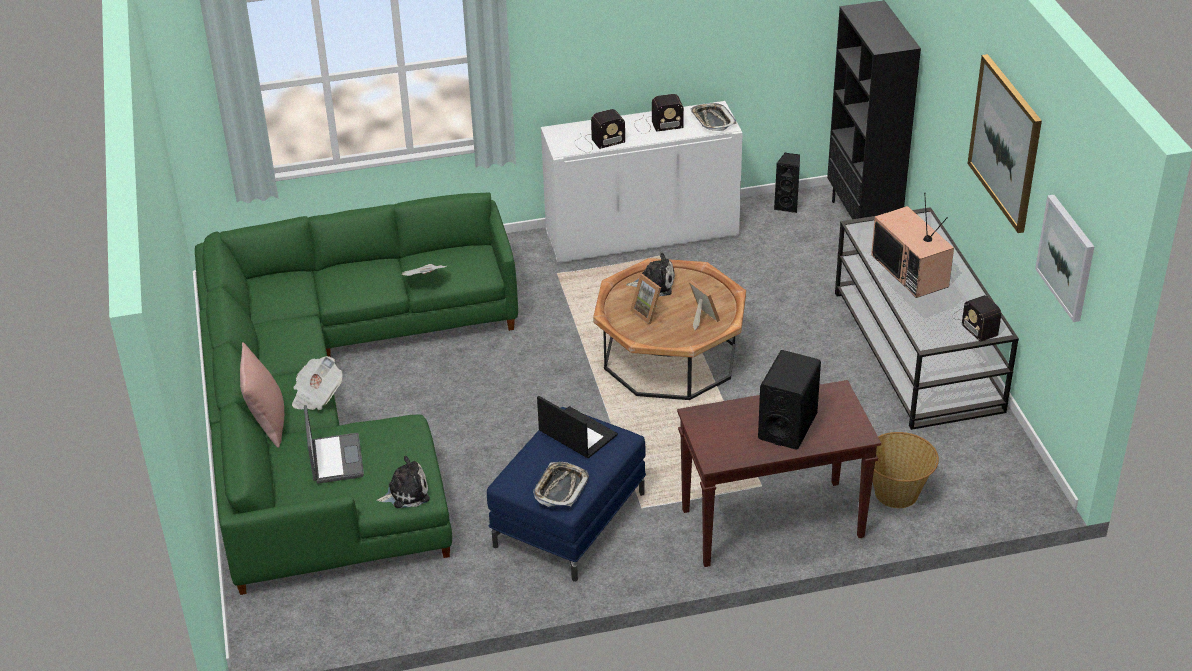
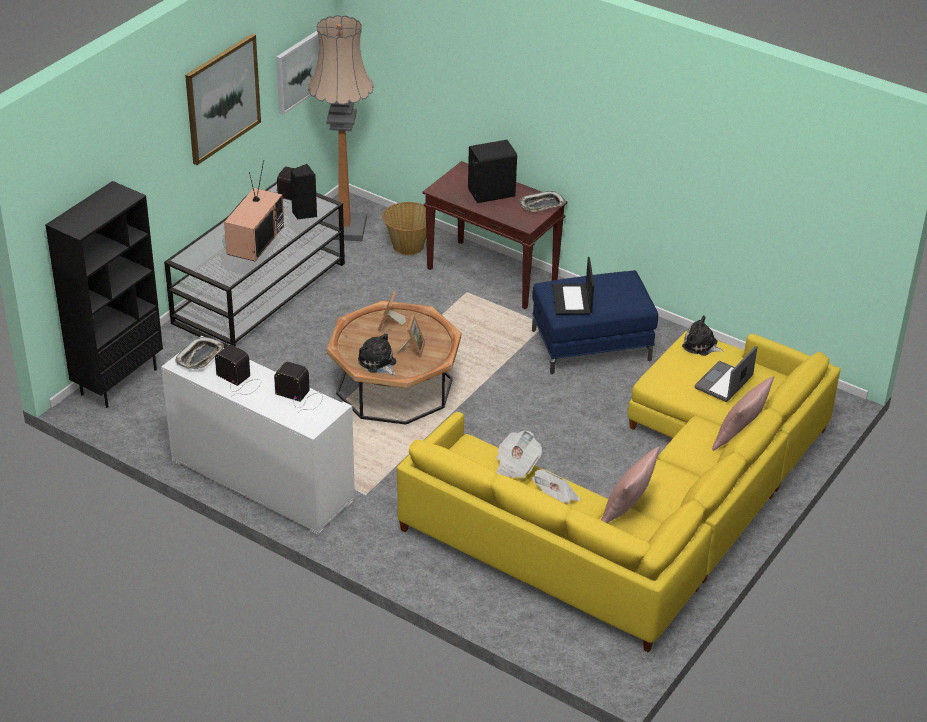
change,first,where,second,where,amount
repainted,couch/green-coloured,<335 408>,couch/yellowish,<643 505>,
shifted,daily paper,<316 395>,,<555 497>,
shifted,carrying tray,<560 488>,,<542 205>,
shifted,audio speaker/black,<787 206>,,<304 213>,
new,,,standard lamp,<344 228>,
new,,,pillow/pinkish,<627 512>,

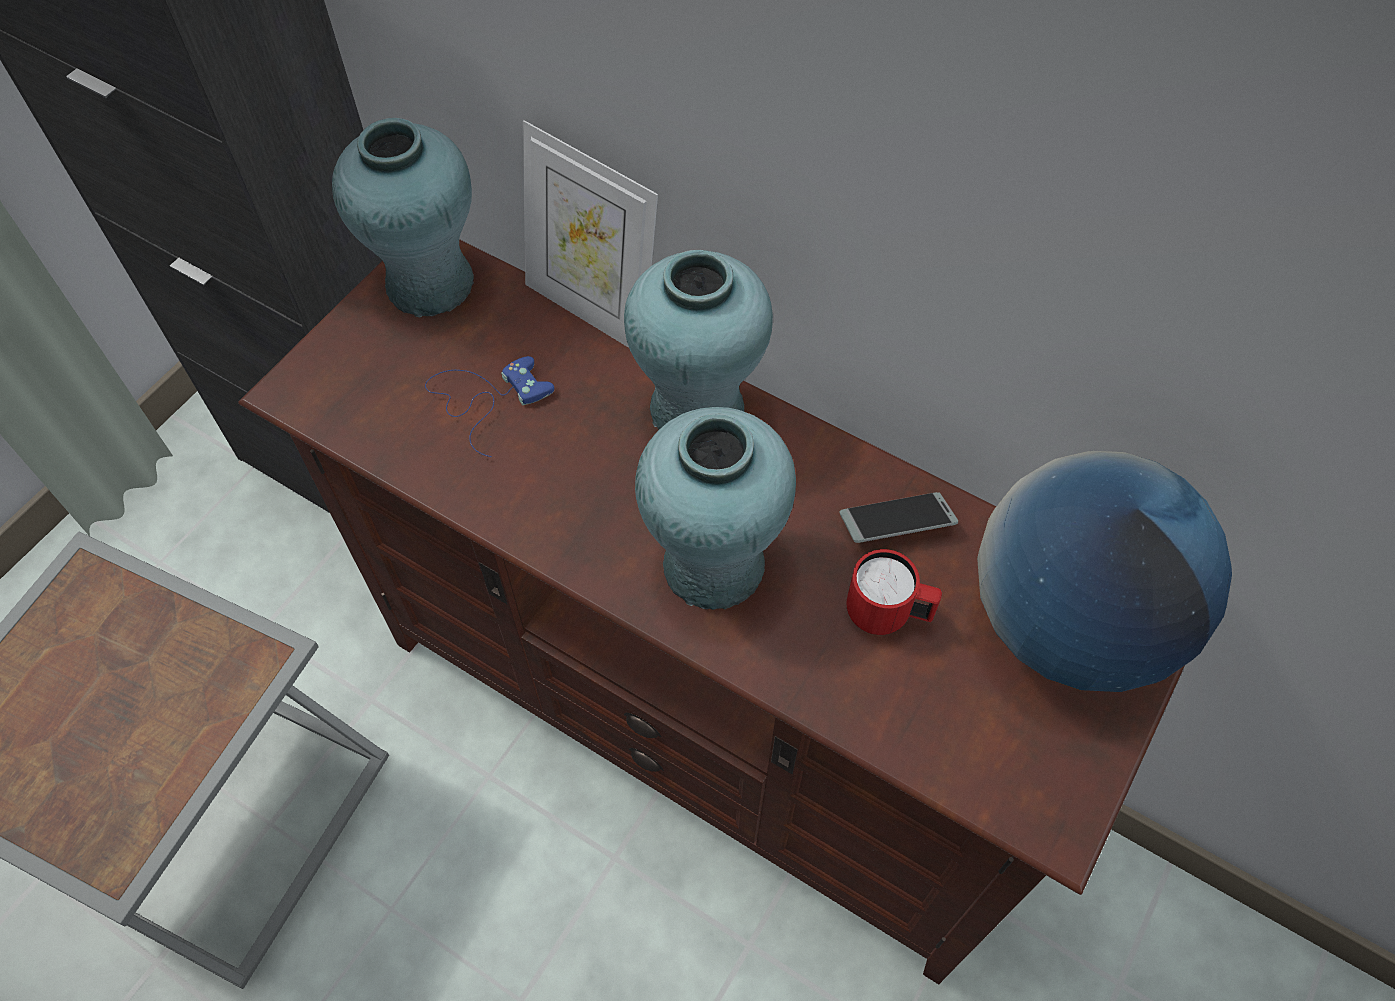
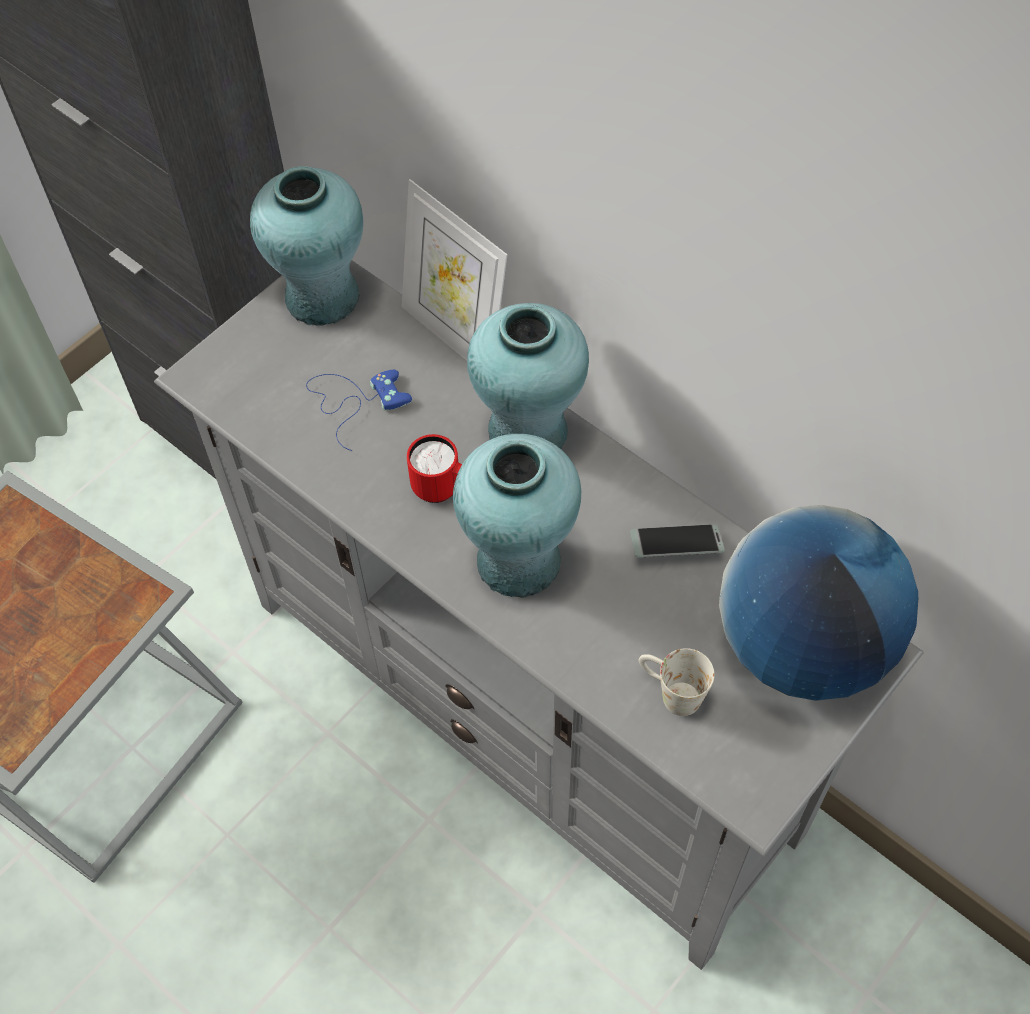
change,first,where,second,where,amount
repainted,tv stand/brown-coloured,<701 725>,tv stand/gray,<524 714>,
shifted,mug/reddish,<887 615>,,<443 490>,
new,,,mug/white-coloured,<670 692>,

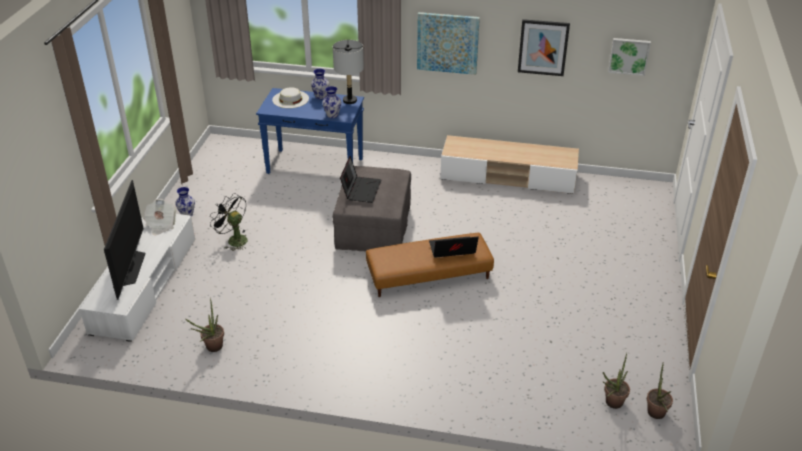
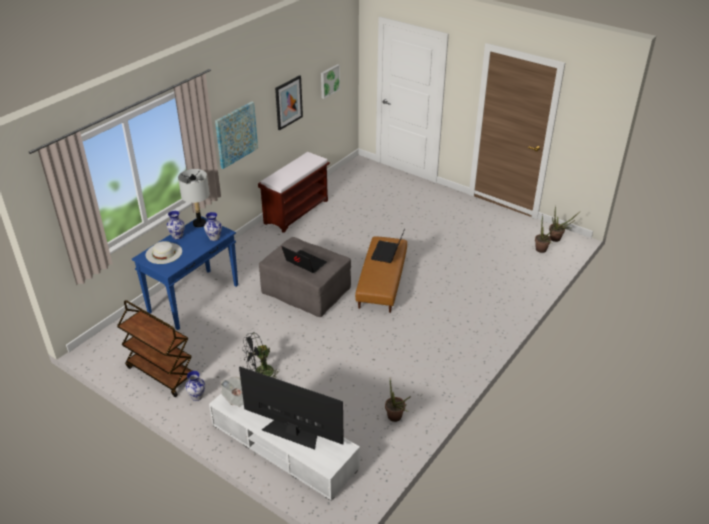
change,first,where,second,where,amount
swapped,tv stand/beige,<508 176>,long seat/brown-coloured,<296 211>,
new,,,wheeled cart/brown-coloured,<161 373>,

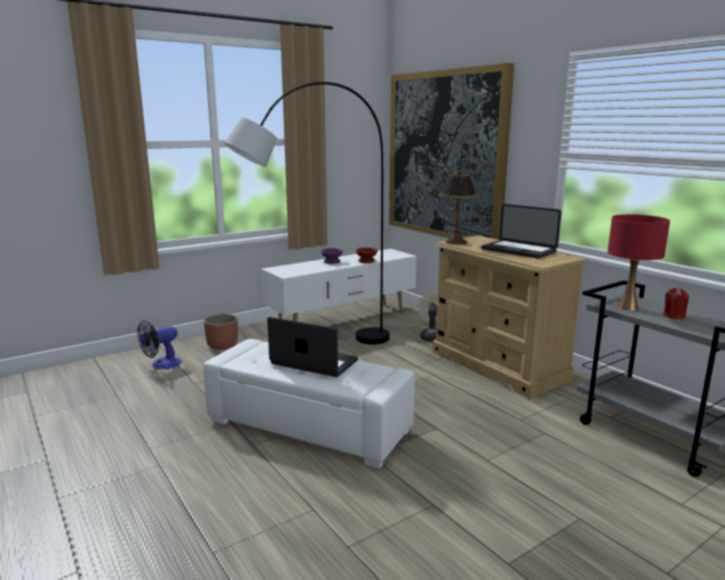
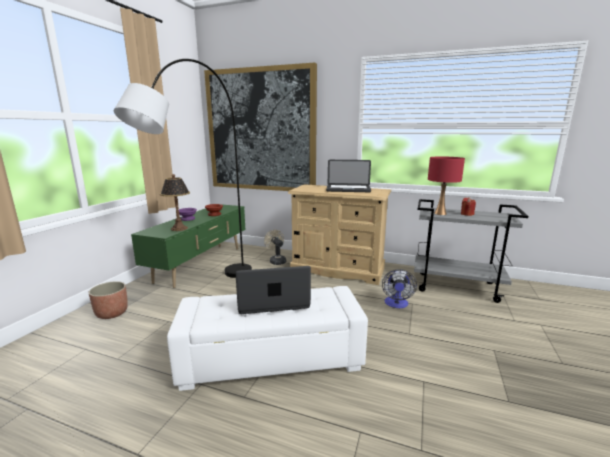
change,first,where,second,where,amount
shifted,electric fan,<161 365>,,<396 304>,
repainted,tv stand/white-coloured,<343 320>,tv stand/green-coloured,<201 264>,
shifted,lamp for a table,<456 242>,,<179 228>,

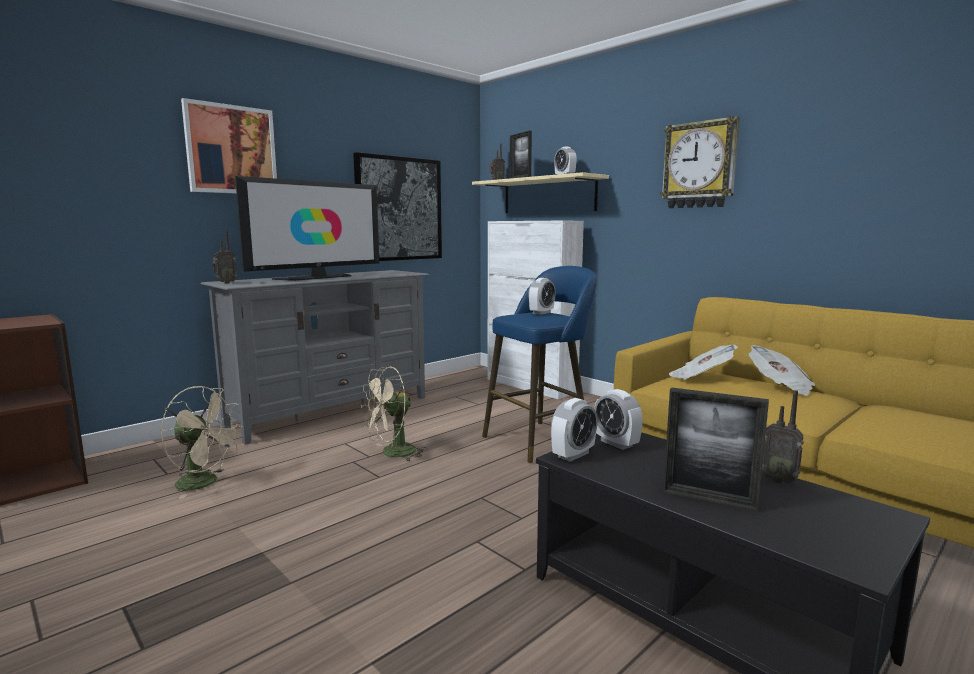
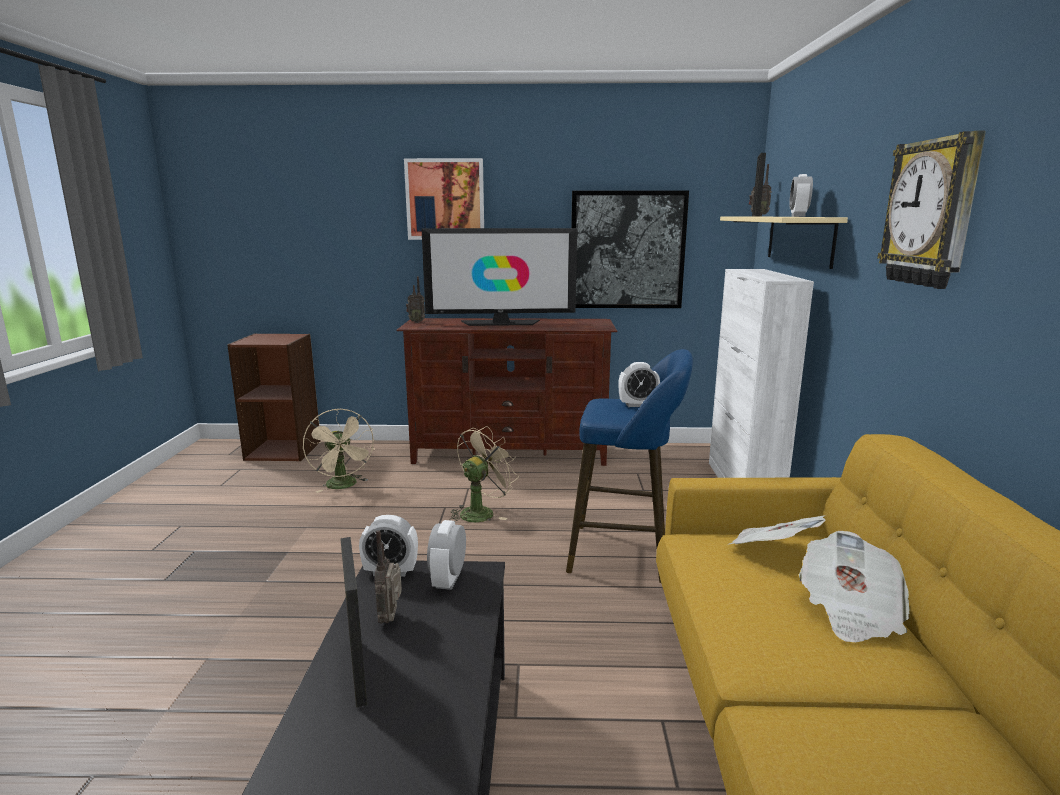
change,first,where,second,where,amount
repainted,tv stand/gray,<331 411>,tv stand/brown-coloured,<510 454>,
rotated,electric fan/beige,<392 453>,,<481 512>,120 degrees clockwise
shifted,radio,<777 480>,,<391 618>,

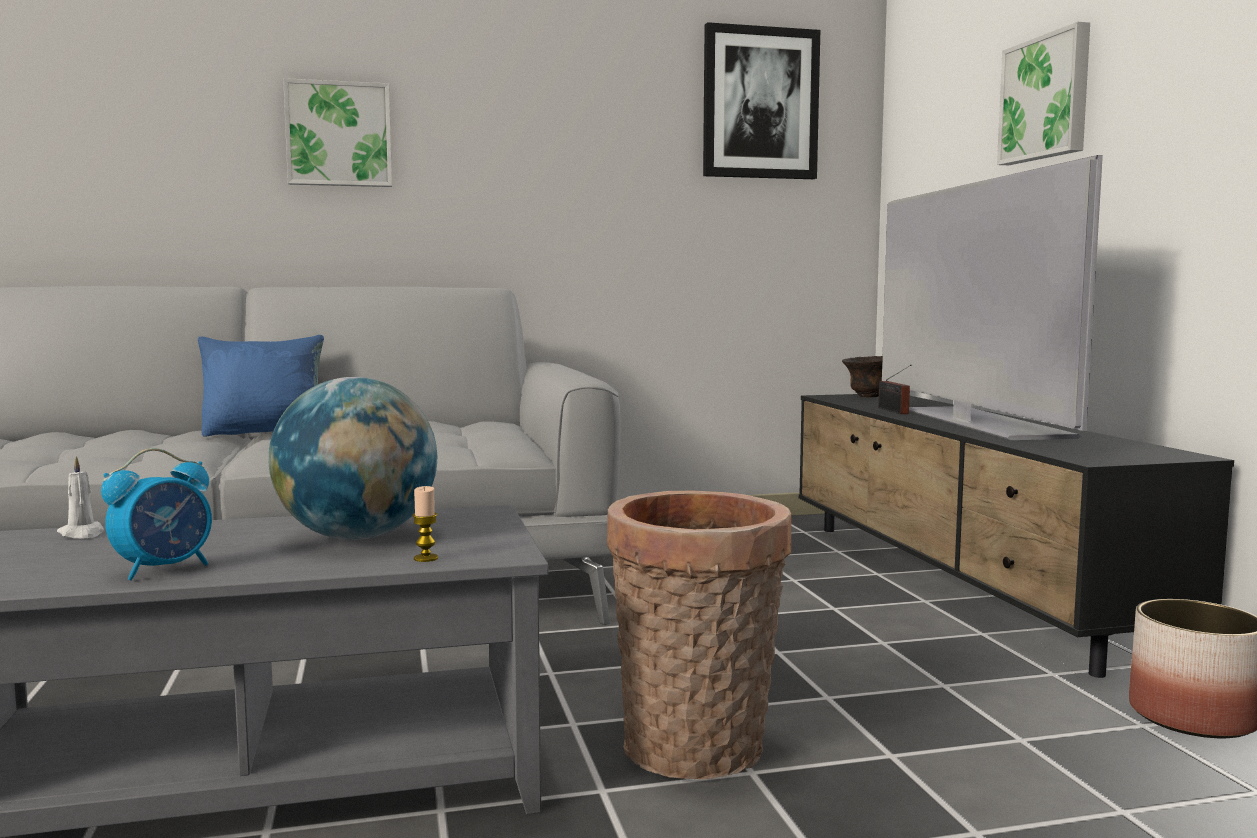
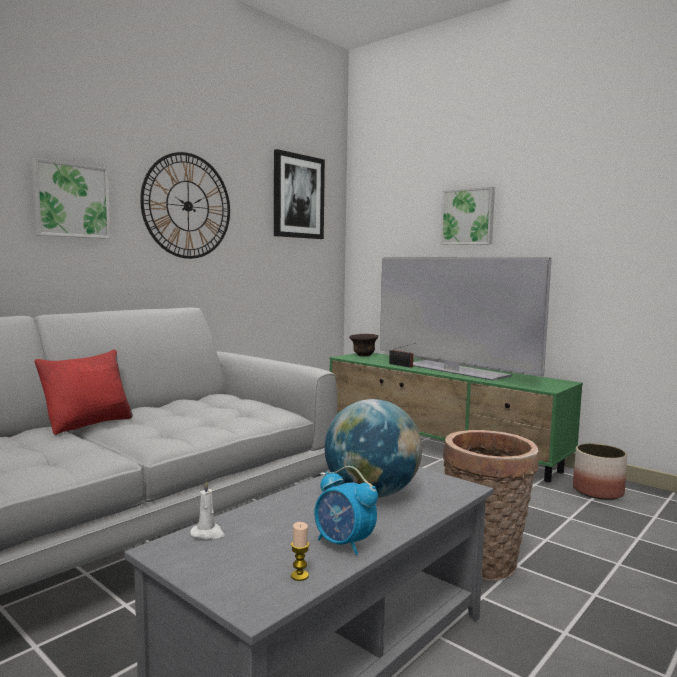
change,first,where,second,where,amount
rotated,table clock,<165 569>,,<344 544>,120 degrees clockwise
repainted,pillow/blue,<266 433>,pillow/reddish,<89 424>,
shifted,wax candle,<426 558>,,<299 576>,
repainted,tv stand/black,<958 585>,tv stand/green-coloured,<440 448>,
new,,,hanging clock,<187 206>,

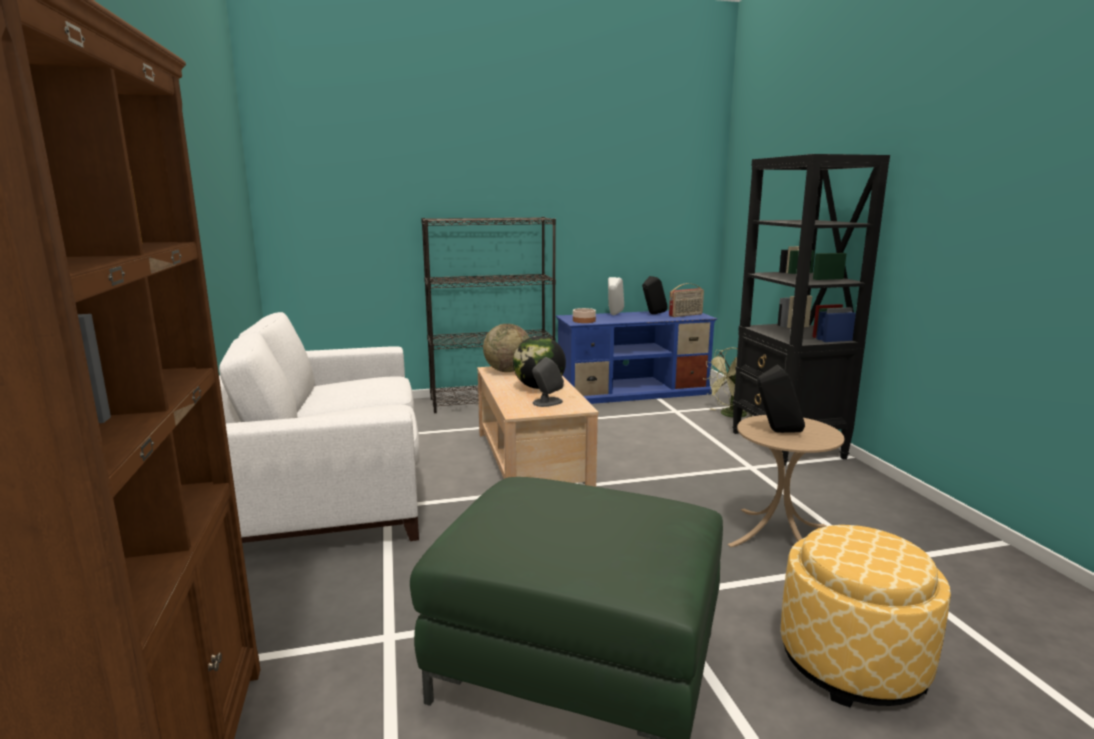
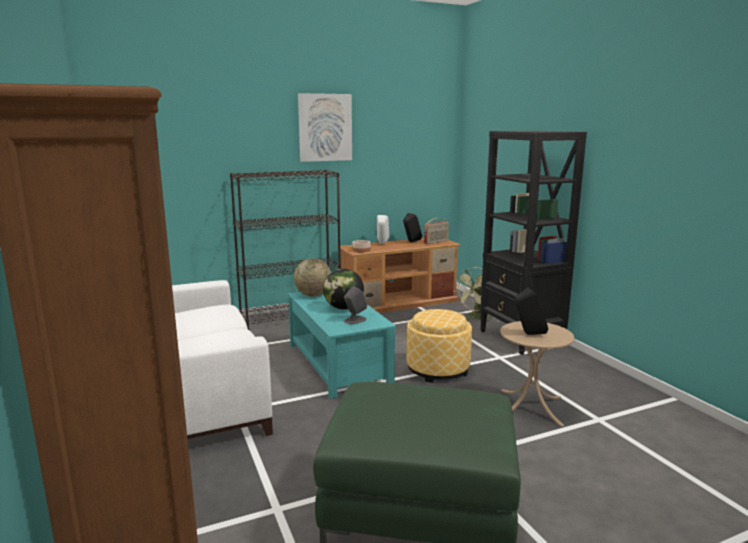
change,first,where,second,where,amount
repainted,lounge table/beige,<530 460>,lounge table/turquoise-coloured,<337 364>,
repainted,tv stand/blue,<634 391>,tv stand/brown-coloured,<399 302>,
shifted,pouffe,<852 662>,,<438 369>,
new,,,wall art,<325 127>,

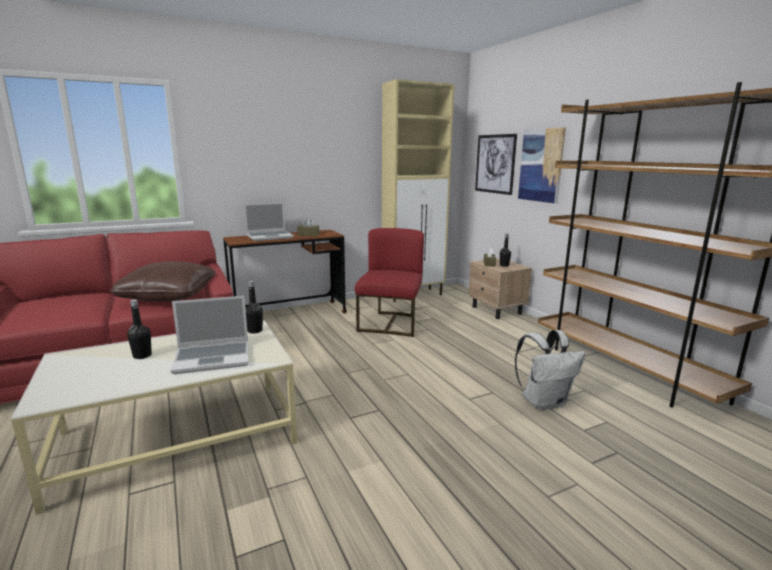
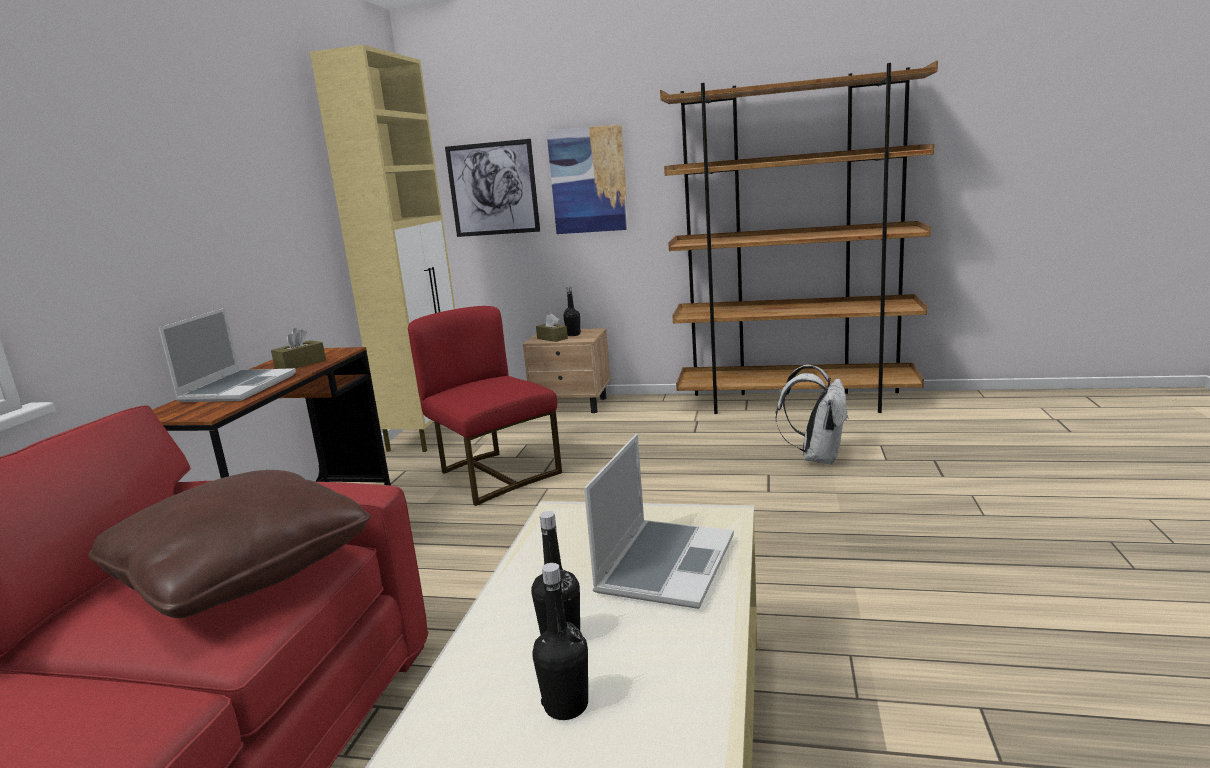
change,first,where,second,where,amount
shifted,beverage bottle/black,<255 331>,,<566 705>,

